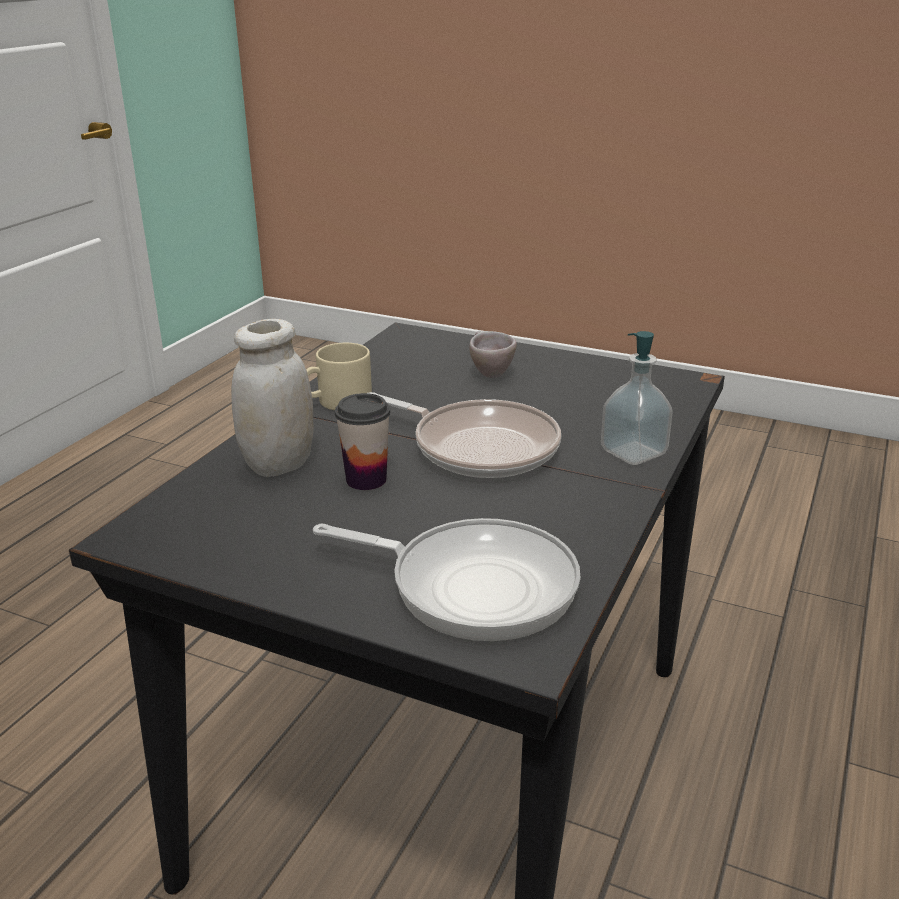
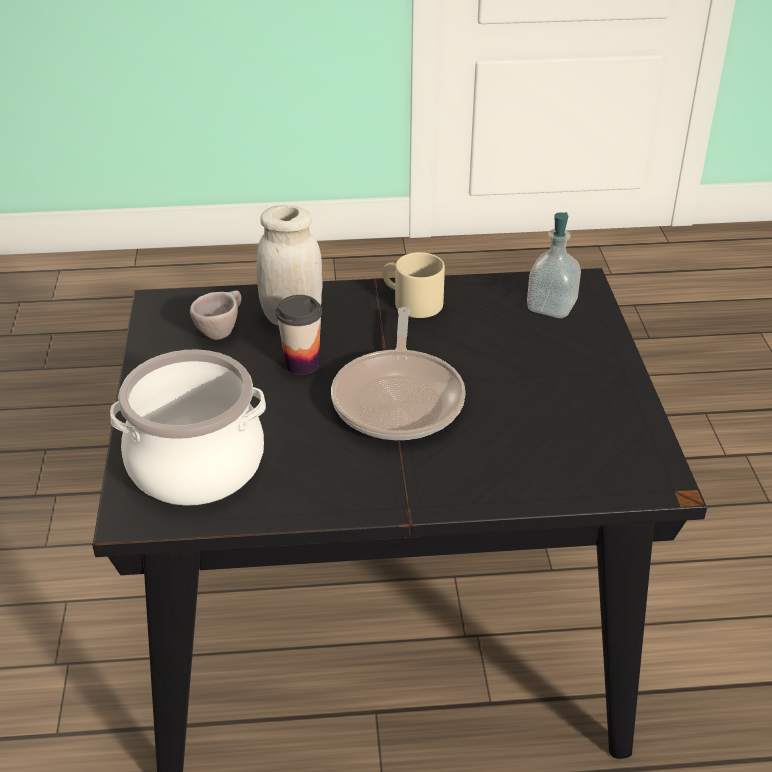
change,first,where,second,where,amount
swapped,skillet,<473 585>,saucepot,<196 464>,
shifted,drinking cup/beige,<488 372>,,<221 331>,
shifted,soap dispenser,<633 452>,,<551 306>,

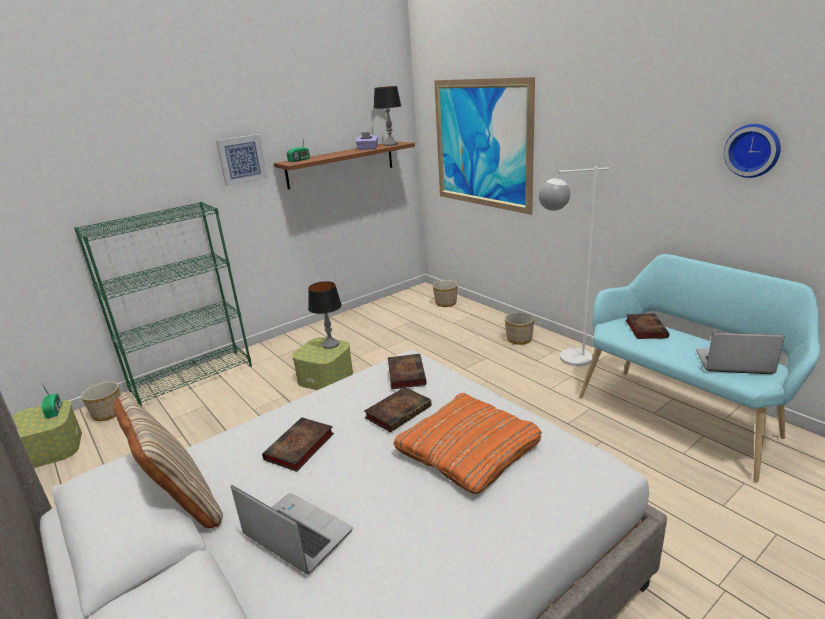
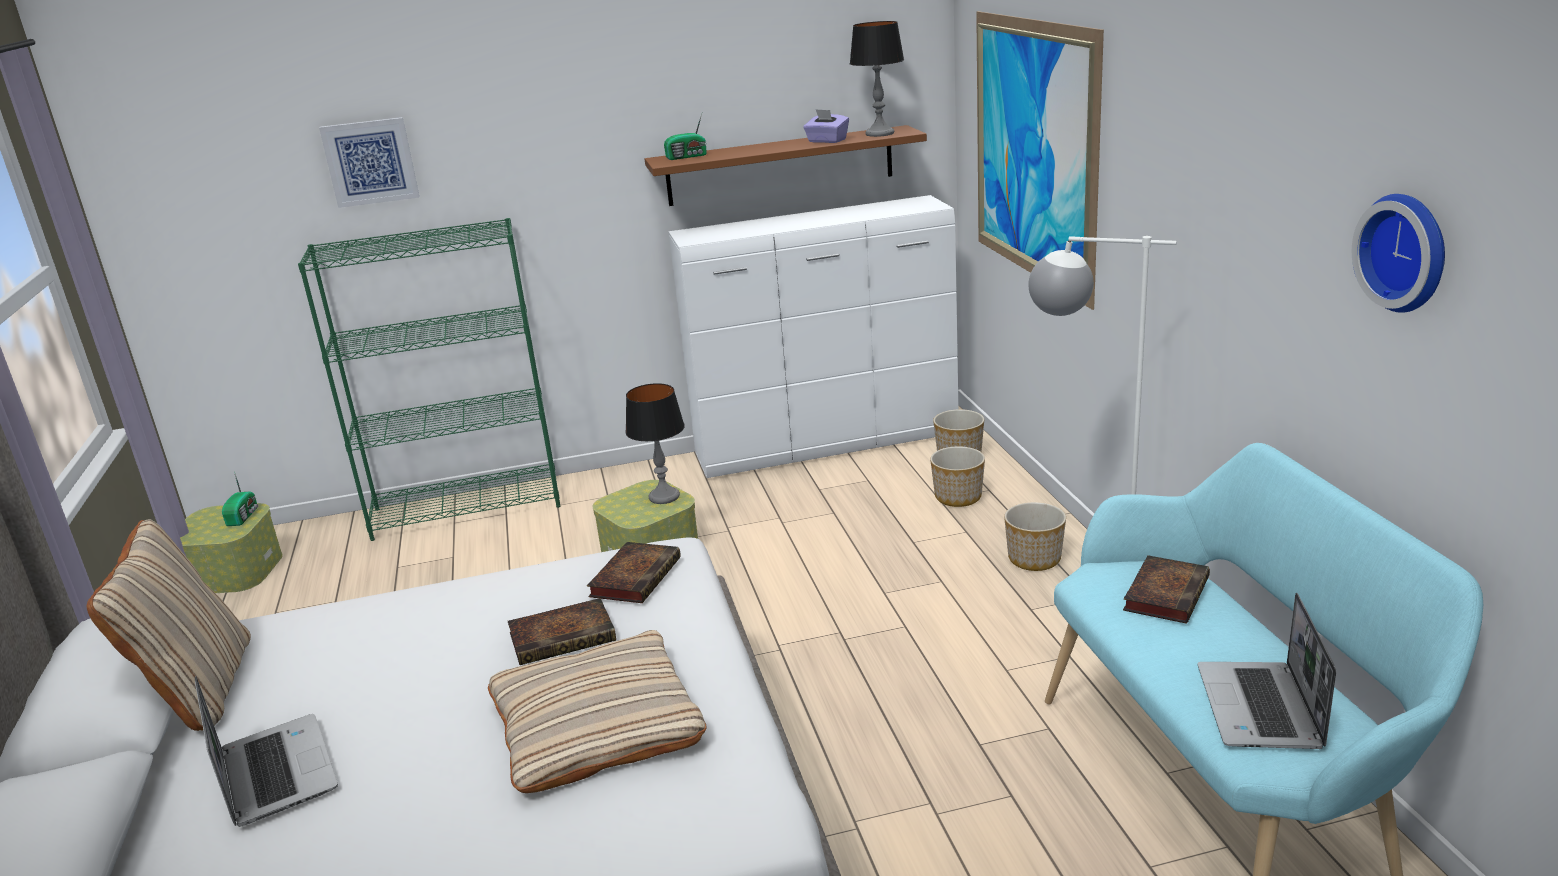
change,first,where,second,where,amount
shifted,flower pot,<108 413>,,<958 497>,
shifted,wall art,<241 159>,,<370 162>,
gone,bound book,<299 448>,,,
repainted,pillow/orangey,<468 448>,pillow/beige,<596 723>,
rotated,portable computer,<732 363>,,<1261 708>,120 degrees counterclockwise
new,,,chest of drawers/white-coloured,<829 446>,

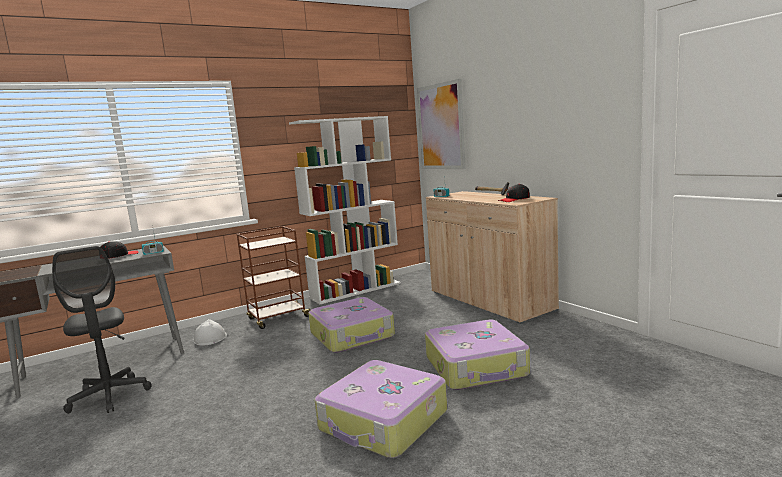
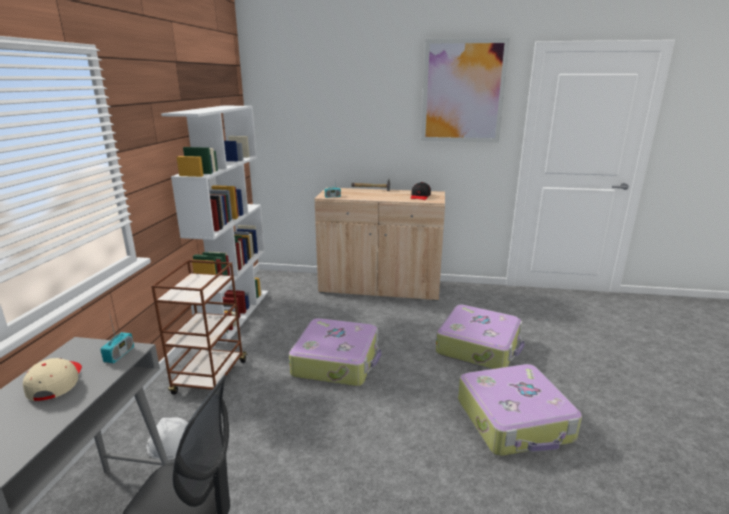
change,first,where,second,where,amount
repainted,cap/black,<119 256>,cap/beige,<55 383>,
shifted,wall art,<441 127>,,<463 92>,

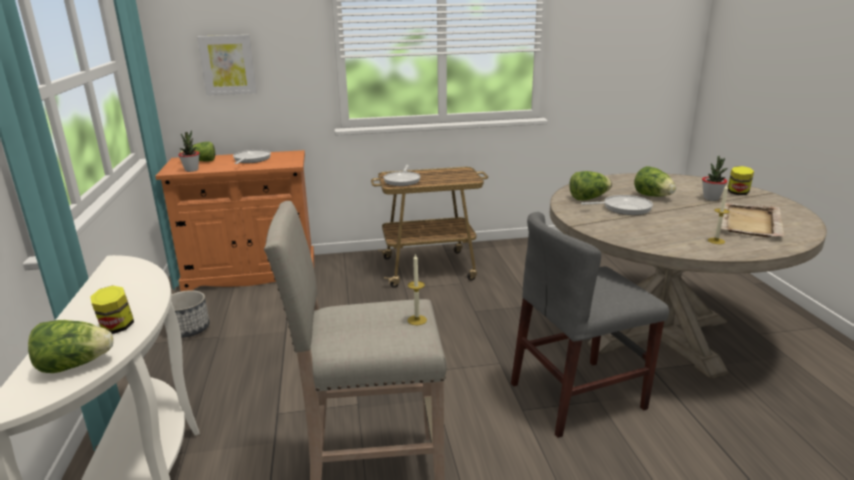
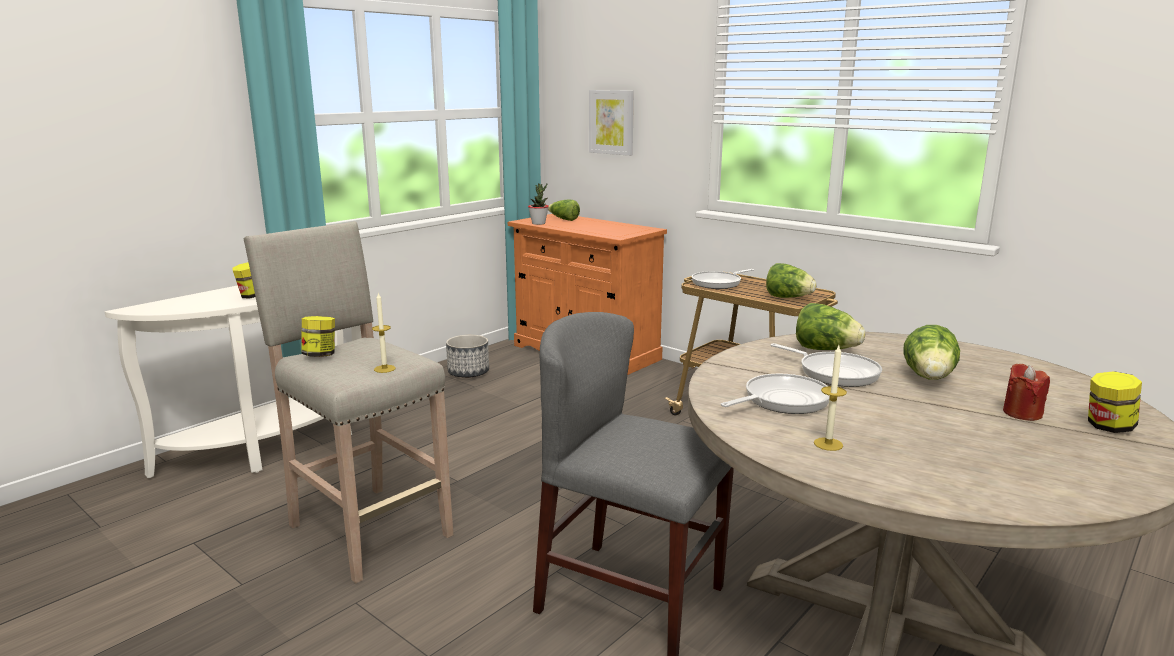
change,first,where,second,where,amount
shifted,lettuce,<75 365>,,<788 298>,
shifted,skillet,<251 160>,,<782 400>,
swapped,plant in a pot,<711 198>,wax candle/reddish,<1022 413>,
gone,carrying tray/beige,<749 223>,,,
new,,,preserve jar,<320 355>,

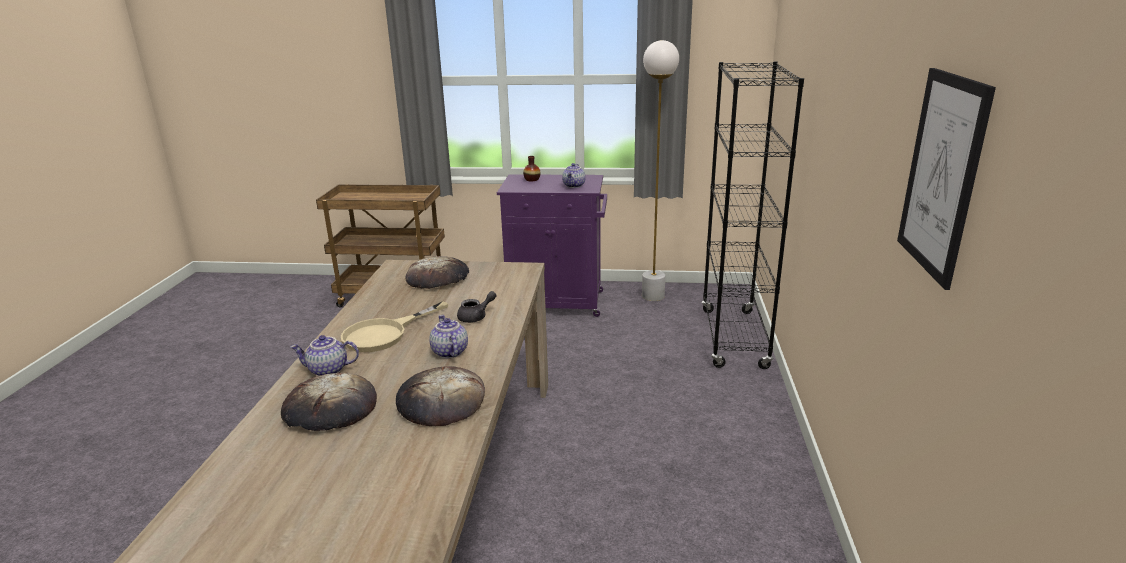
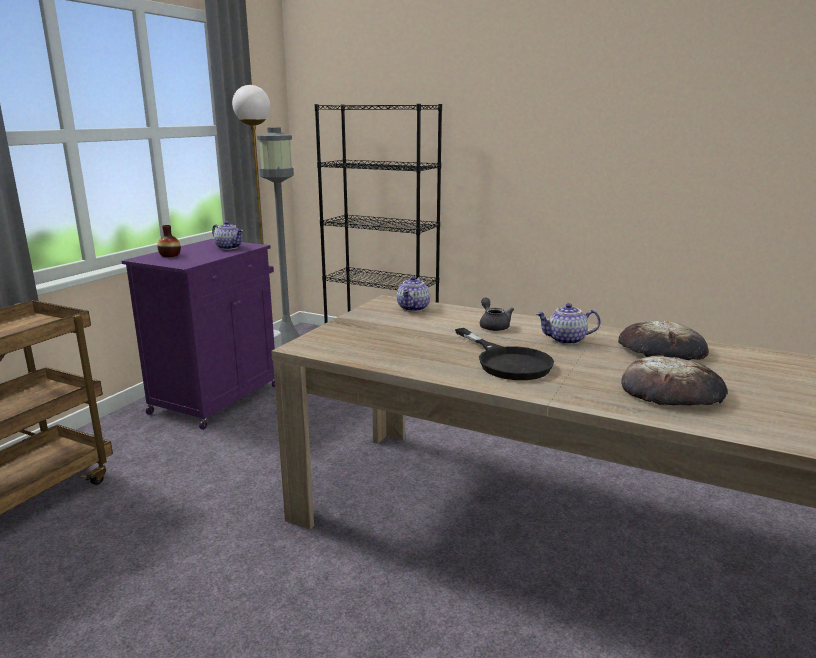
change,first,where,second,where,amount
shifted,tea pot,<327 371>,,<414 308>,
repainted,skillet/beige,<384 333>,skillet/black,<507 361>,
gone,baked bread,<438 278>,,,
gone,wall art,<941 175>,,,
new,,,standard lamp/gray,<288 339>,

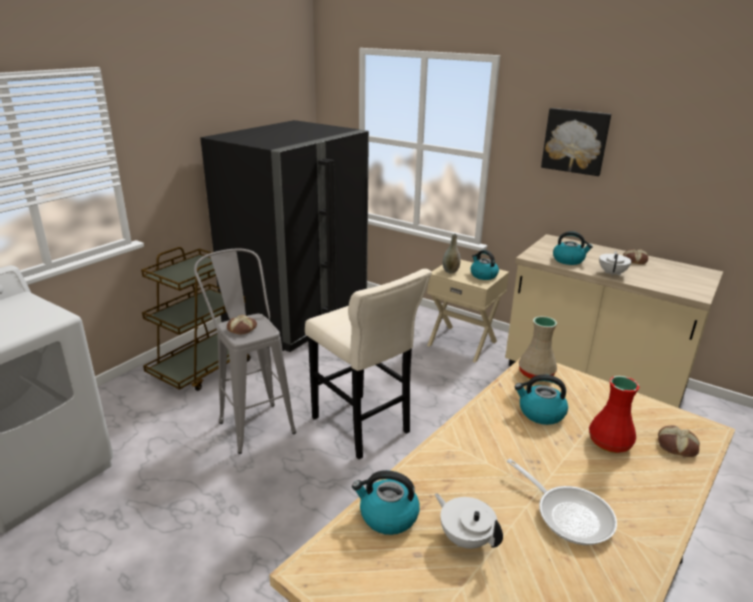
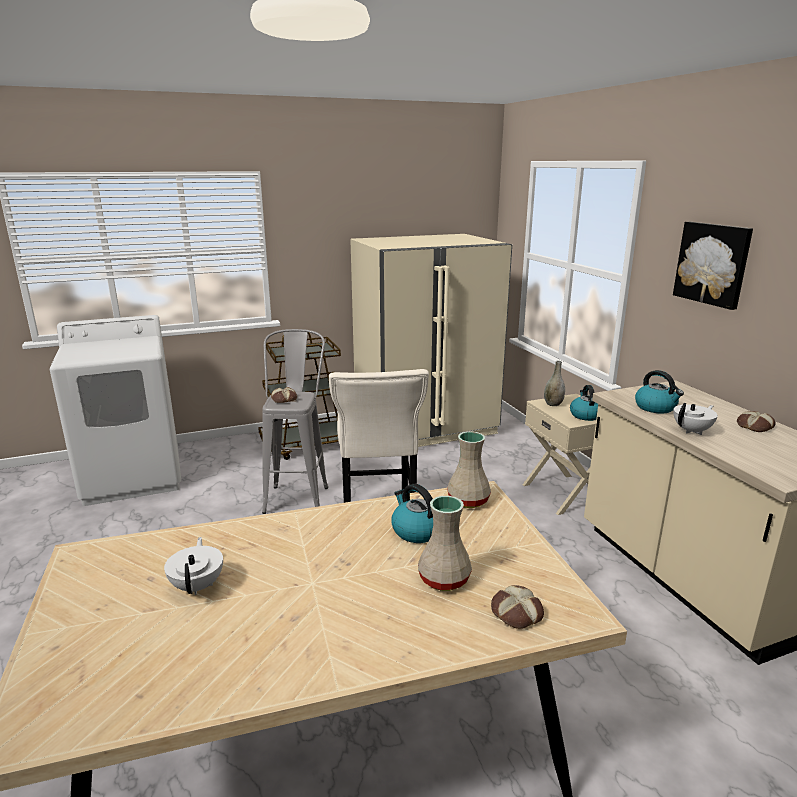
change,first,where,second,where,amount
repainted,fridge/black,<297 316>,fridge/beige,<426 427>,
gone,water kettle,<387 516>,,,
gone,skillet,<569 514>,,,
repainted,vase/reddish,<609 442>,vase/beige,<445 579>,

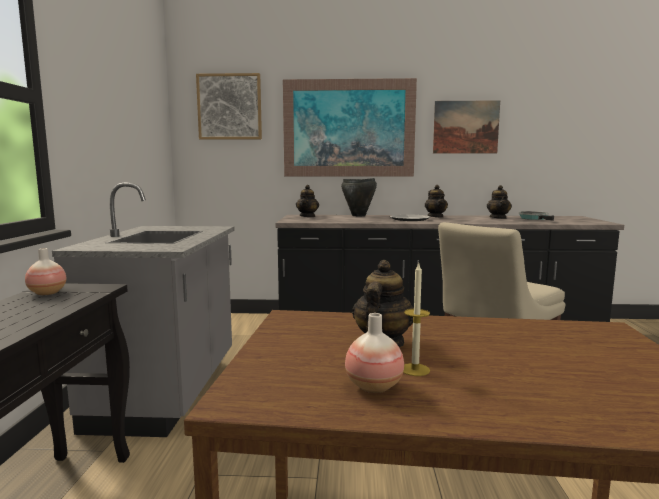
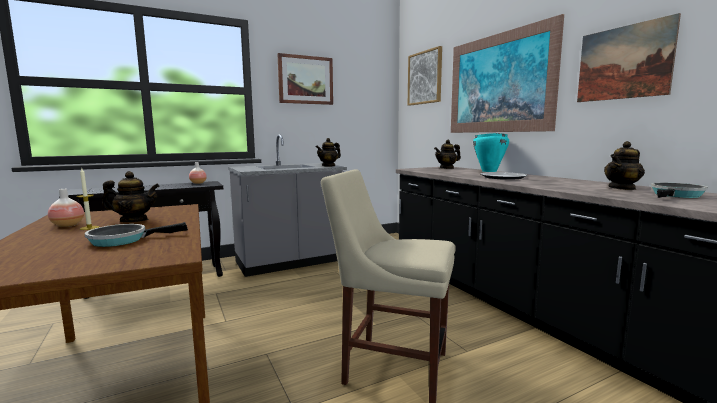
change,first,where,second,where,amount
repainted,saucepot/black,<358 215>,saucepot/turquoise-coloured,<489 171>,
shifted,tea pot,<435 217>,,<328 166>,
new,,,skillet,<123 240>,
new,,,wall art,<305 80>,

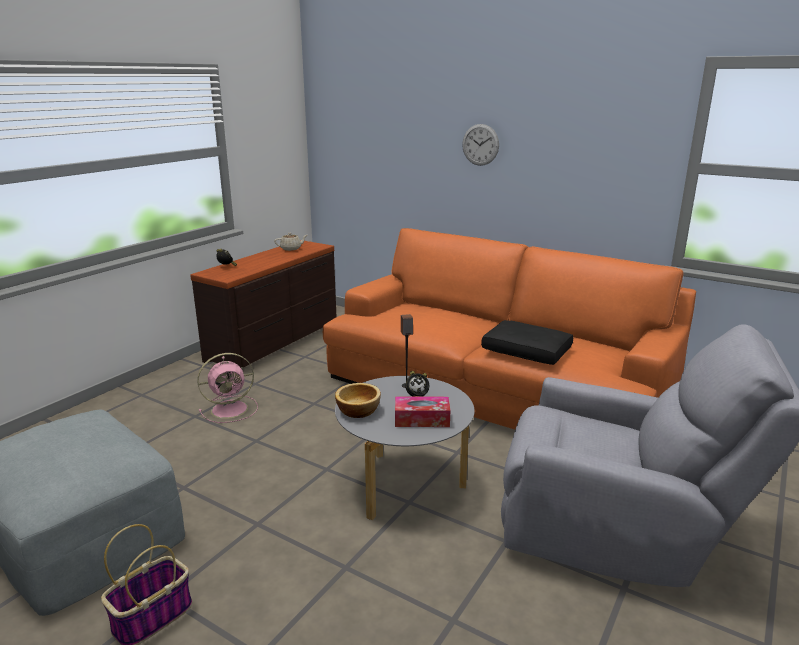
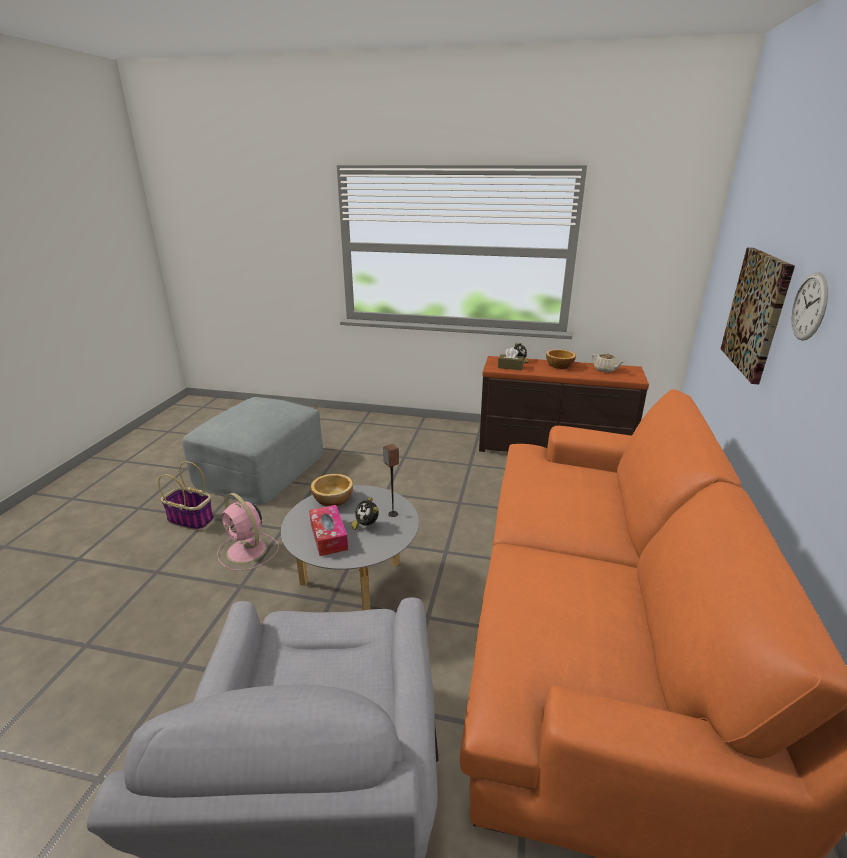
change,first,where,second,where,amount
shifted,electric fan/pinkish,<231 409>,,<248 551>,
gone,pillow/black,<527 351>,,,
new,,,tissue box/brown-coloured,<510 367>,
new,,,serving bowl,<558 366>,
new,,,wall art,<756 313>,

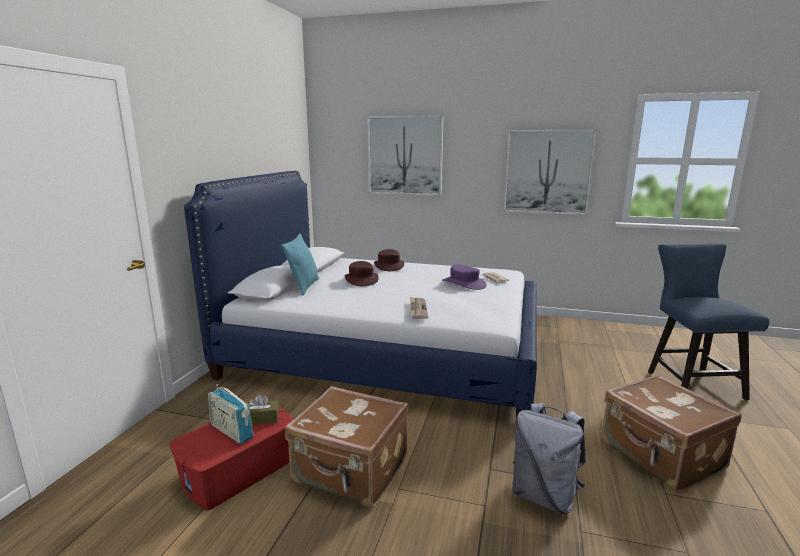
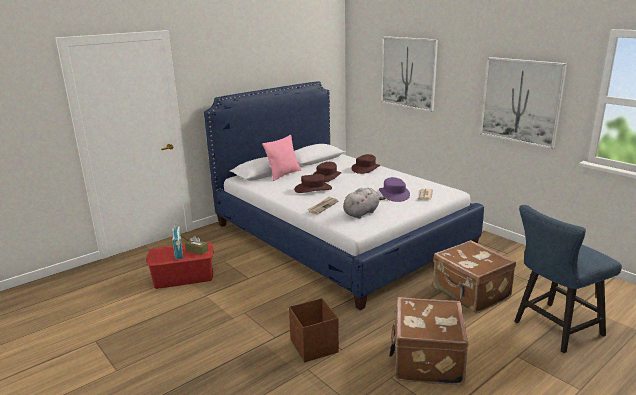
change,first,where,second,where,amount
repainted,pillow/turquoise-coloured,<304 286>,pillow/pinkish,<283 174>,
shifted,piece of luggage/brown-coloured,<350 472>,,<470 294>,
swapped,backpack/gray,<544 495>,storage bin/brown-coloured,<314 347>,
rotated,chair/blue,<689 382>,,<553 329>,150 degrees counterclockwise
new,,,hat/brown-coloured,<313 189>,
new,,,soft toy/gray,<362 213>,

